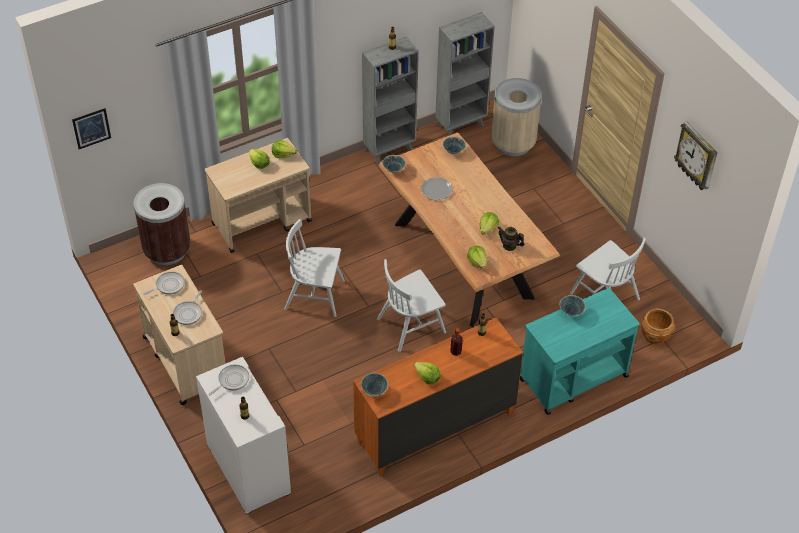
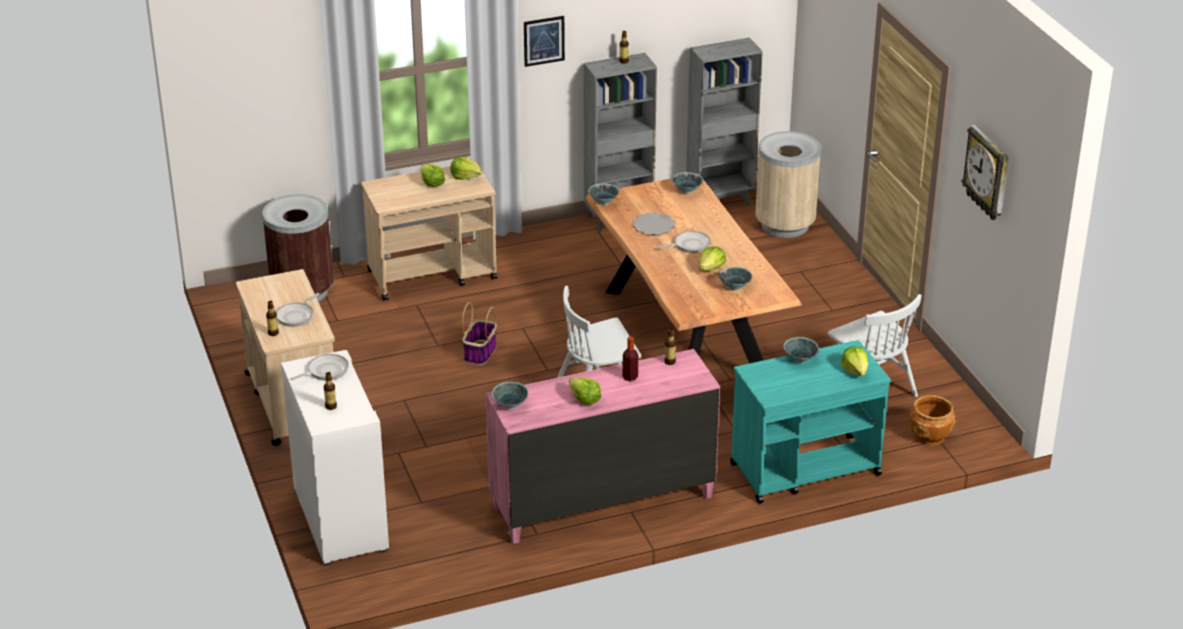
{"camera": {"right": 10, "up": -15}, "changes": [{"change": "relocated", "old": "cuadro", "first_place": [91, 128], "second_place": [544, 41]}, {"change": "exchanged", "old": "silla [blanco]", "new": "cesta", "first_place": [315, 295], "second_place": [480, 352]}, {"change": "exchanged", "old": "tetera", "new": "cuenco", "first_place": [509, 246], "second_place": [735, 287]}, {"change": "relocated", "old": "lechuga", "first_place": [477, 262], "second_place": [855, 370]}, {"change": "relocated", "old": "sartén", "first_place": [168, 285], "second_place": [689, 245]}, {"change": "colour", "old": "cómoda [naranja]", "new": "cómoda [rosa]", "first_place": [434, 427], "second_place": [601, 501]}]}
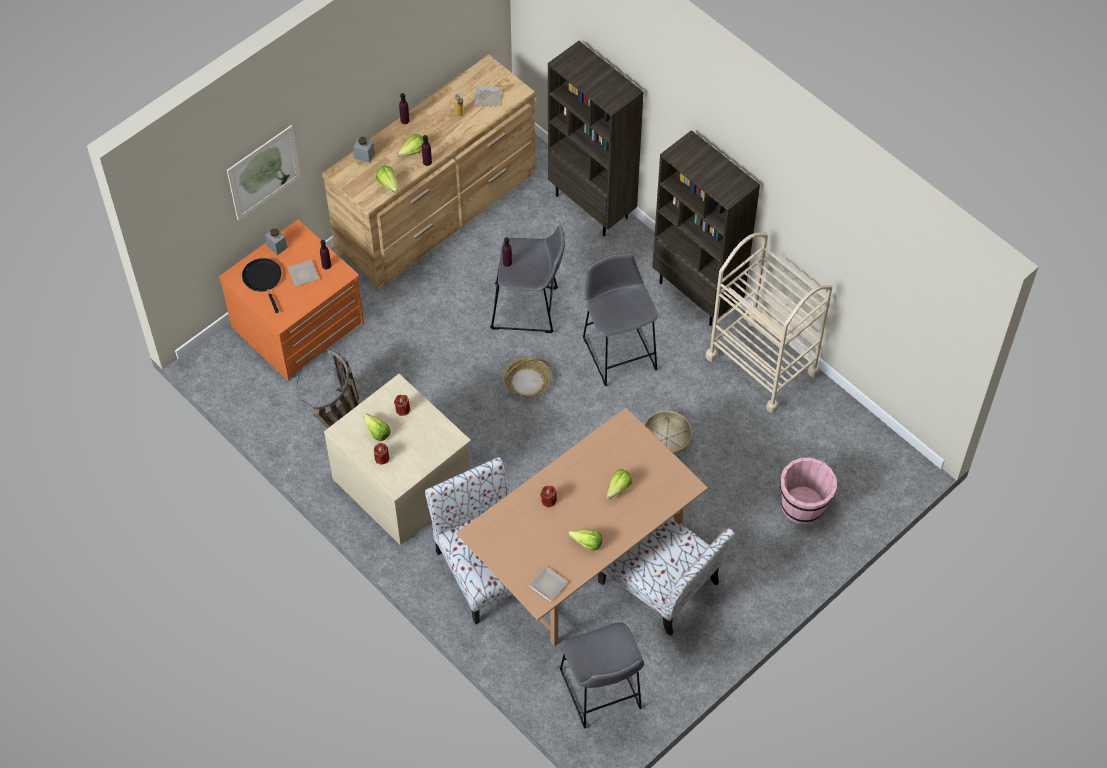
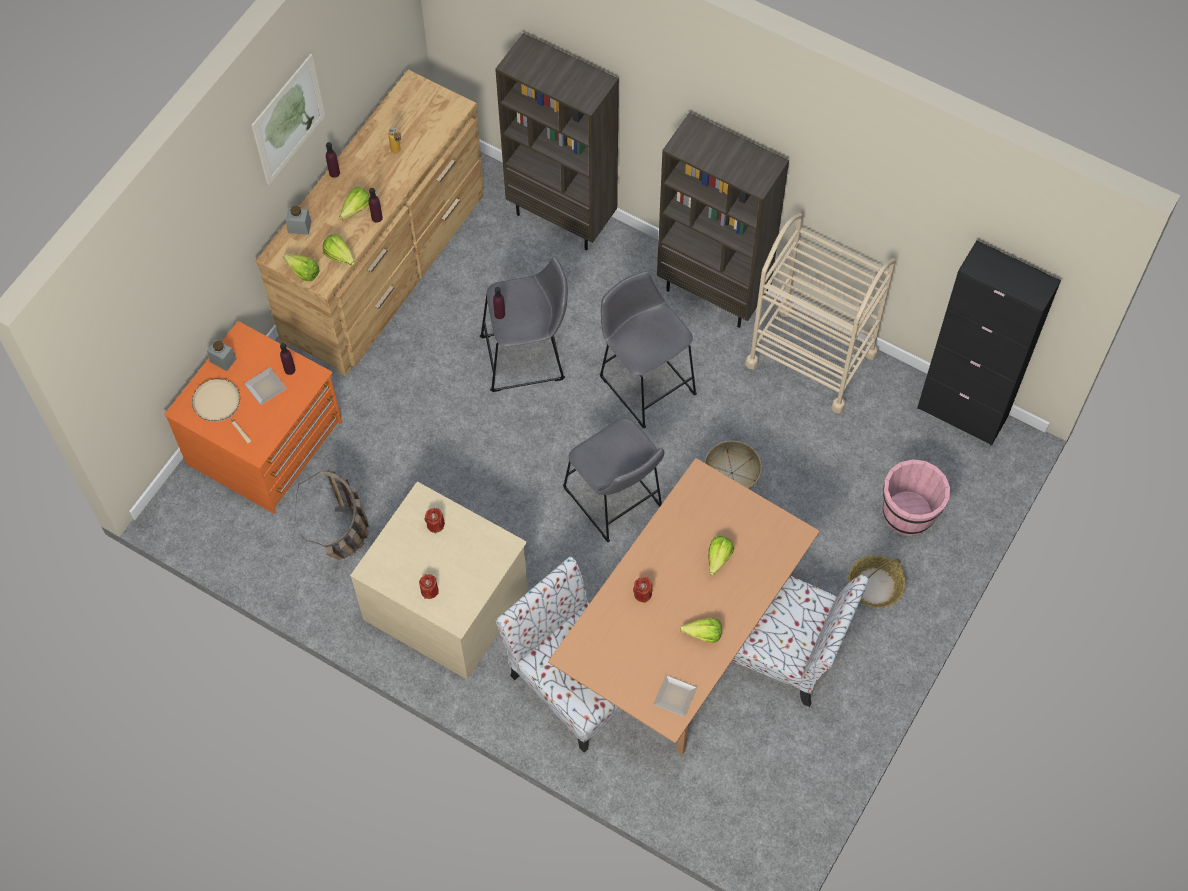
{"camera": {"right": -15, "up": 5}, "changes": [{"change": "missing", "old": "plato", "first_place": [487, 97]}, {"change": "relocated", "old": "cuadro", "first_place": [264, 172], "second_place": [288, 119]}, {"change": "colour", "old": "sartén [negro]", "new": "sartén [beis]", "first_place": [263, 279], "second_place": [219, 405]}, {"change": "relocated", "old": "cesta", "first_place": [527, 382], "second_place": [875, 586]}, {"change": "relocated", "old": "lechuga", "first_place": [376, 430], "second_place": [301, 270]}, {"change": "relocated", "old": "taburete [gris]", "first_place": [601, 693], "second_place": [615, 501]}, {"change": "appeared", "new": "armario [negro]", "second_place": [962, 413]}]}
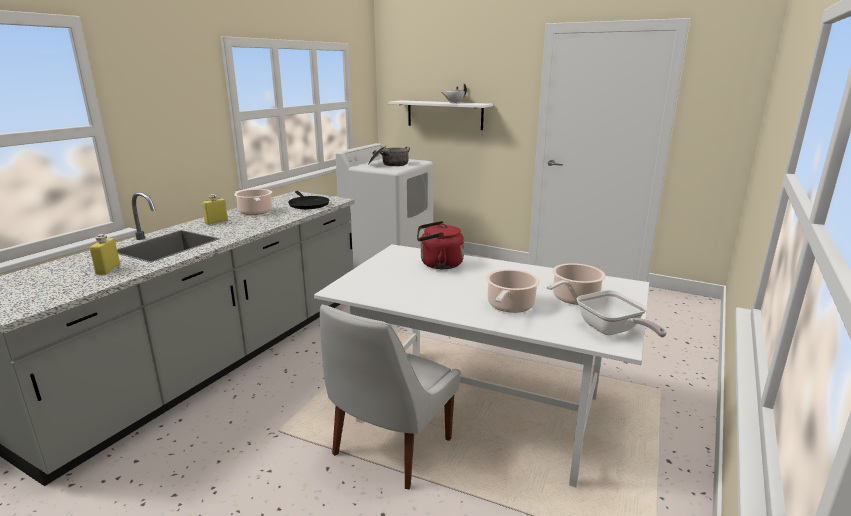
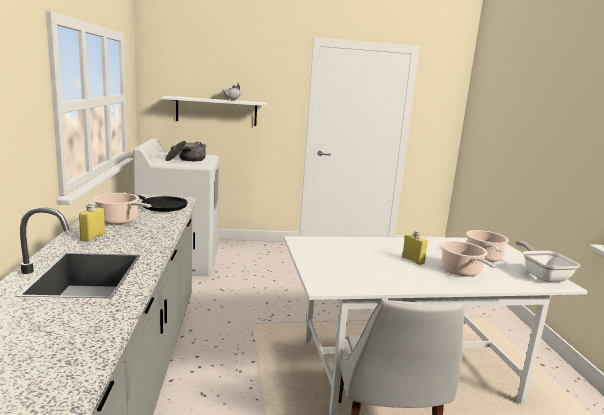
{"camera": {"right": -35, "up": -5}, "changes": [{"change": "missing", "old": "hervidor [rojo]", "first_place": [438, 264]}, {"change": "relocated", "old": "botella [amarillo]", "first_place": [108, 269], "second_place": [413, 260]}, {"change": "spun", "old": "sartén", "first_place": [612, 331], "second_place": [542, 275], "degrees": -135}]}
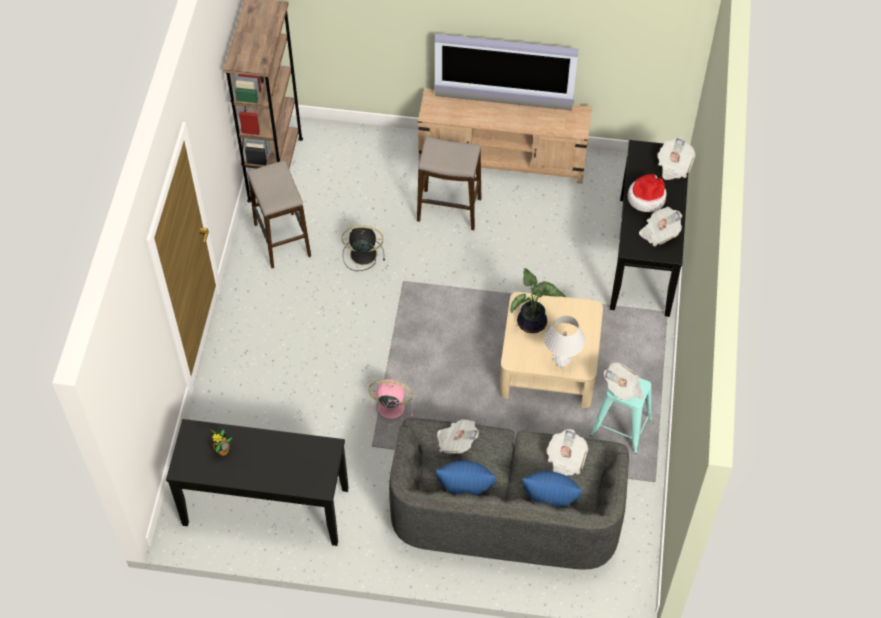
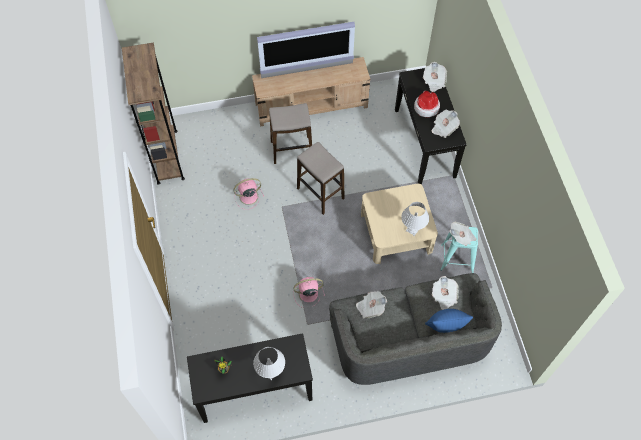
{"camera": {"right": -20, "up": 5}, "changes": [{"change": "relocated", "old": "taburete", "first_place": [282, 240], "second_place": [320, 193]}, {"change": "colour", "old": "ventilador [negro]", "new": "ventilador [rosa]", "first_place": [362, 254], "second_place": [248, 197]}, {"change": "missing", "old": "planta en maceta", "first_place": [532, 324]}, {"change": "missing", "old": "cojín [azul]", "first_place": [465, 489]}, {"change": "appeared", "new": "lámpara de mesa [blanco]", "second_place": [270, 372]}]}
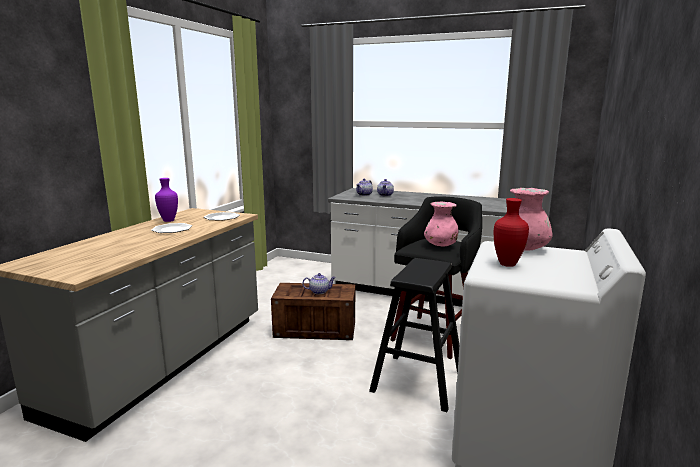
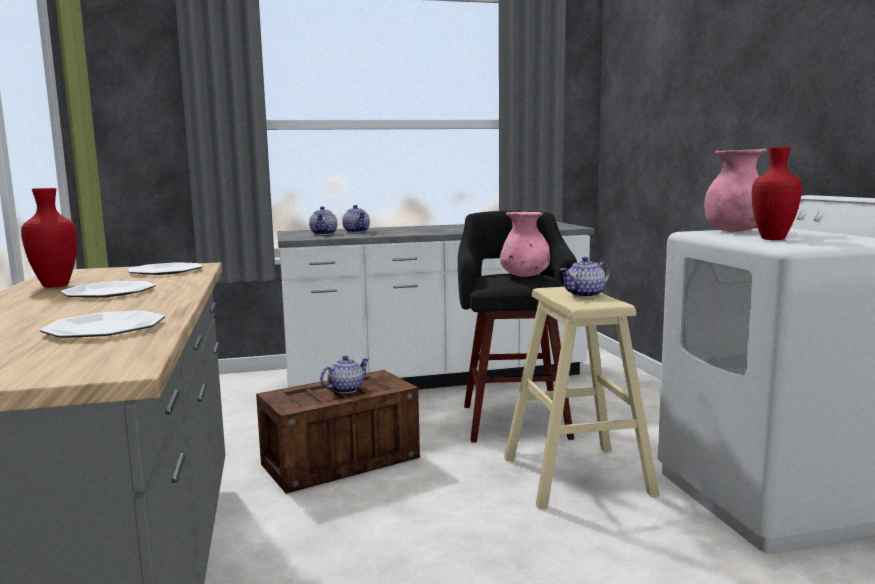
{"camera": {"right": -35, "up": -5}, "changes": [{"change": "colour", "old": "florero [morado]", "new": "florero [rojo]", "first_place": [168, 220], "second_place": [55, 286]}, {"change": "colour", "old": "taburete [negro]", "new": "taburete [beis]", "first_place": [418, 381], "second_place": [576, 476]}, {"change": "appeared", "new": "tetera", "second_place": [585, 295]}, {"change": "appeared", "new": "plato", "second_place": [105, 328]}]}
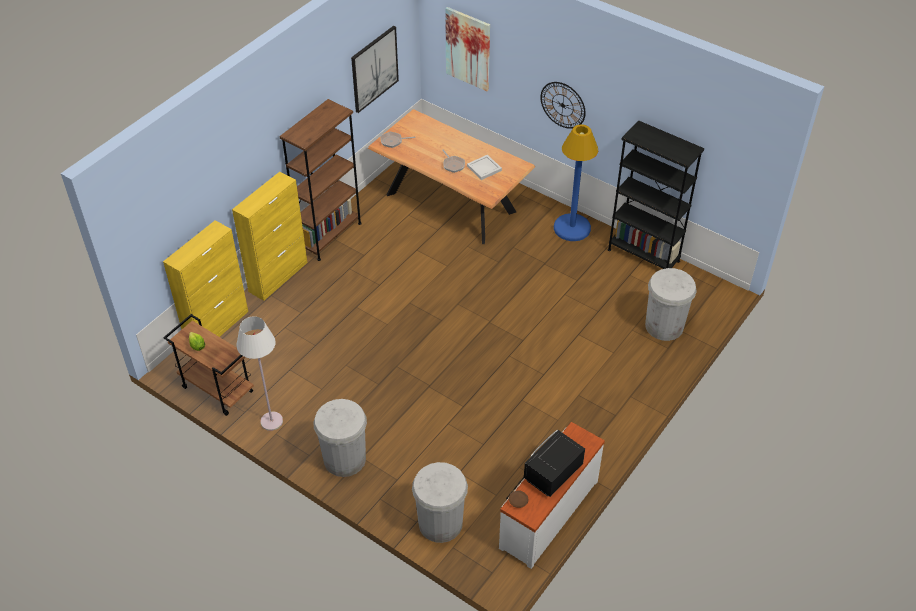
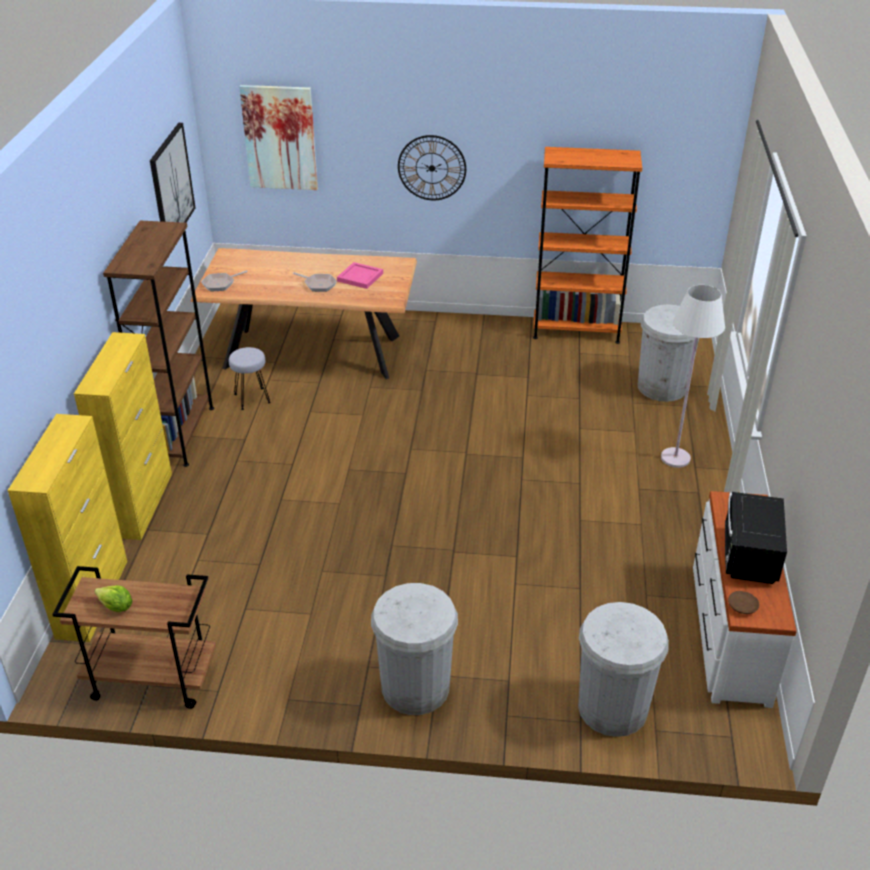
{"camera": {"right": -30, "up": -10}, "changes": [{"change": "colour", "old": "estantería [negro]", "new": "estantería [naranja]", "first_place": [643, 255], "second_place": [576, 331]}, {"change": "missing", "old": "lámpara de pie [azul]", "first_place": [572, 228]}, {"change": "colour", "old": "bandeja [blanco]", "new": "bandeja [rosa]", "first_place": [483, 168], "second_place": [359, 277]}, {"change": "relocated", "old": "lámpara de pie [blanco]", "first_place": [272, 421], "second_place": [675, 458]}, {"change": "appeared", "new": "taburete [gris]", "second_place": [251, 399]}]}
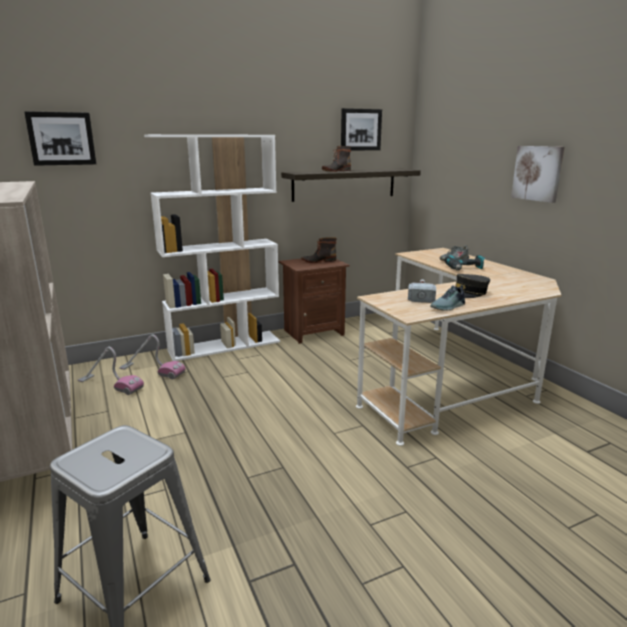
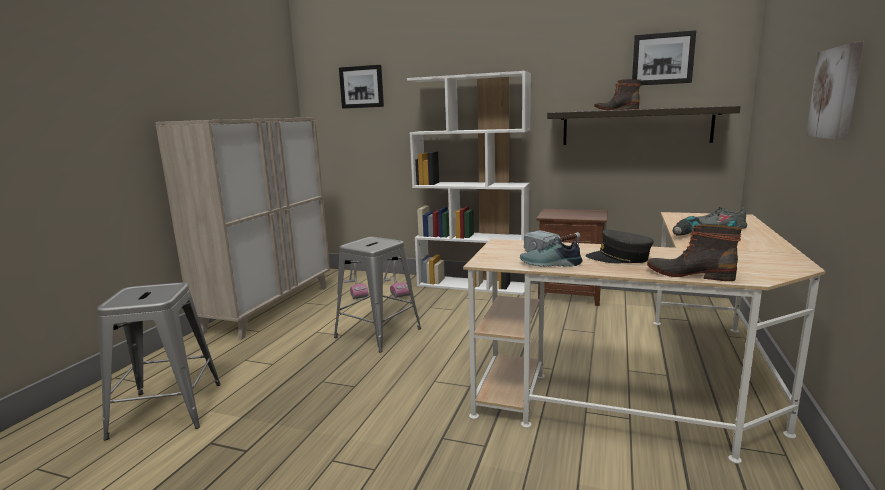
{"camera": {"right": 45, "up": -5}, "changes": [{"change": "relocated", "old": "bota", "first_place": [318, 261], "second_place": [689, 274]}, {"change": "appeared", "new": "taburete [gris]", "second_place": [378, 333]}]}
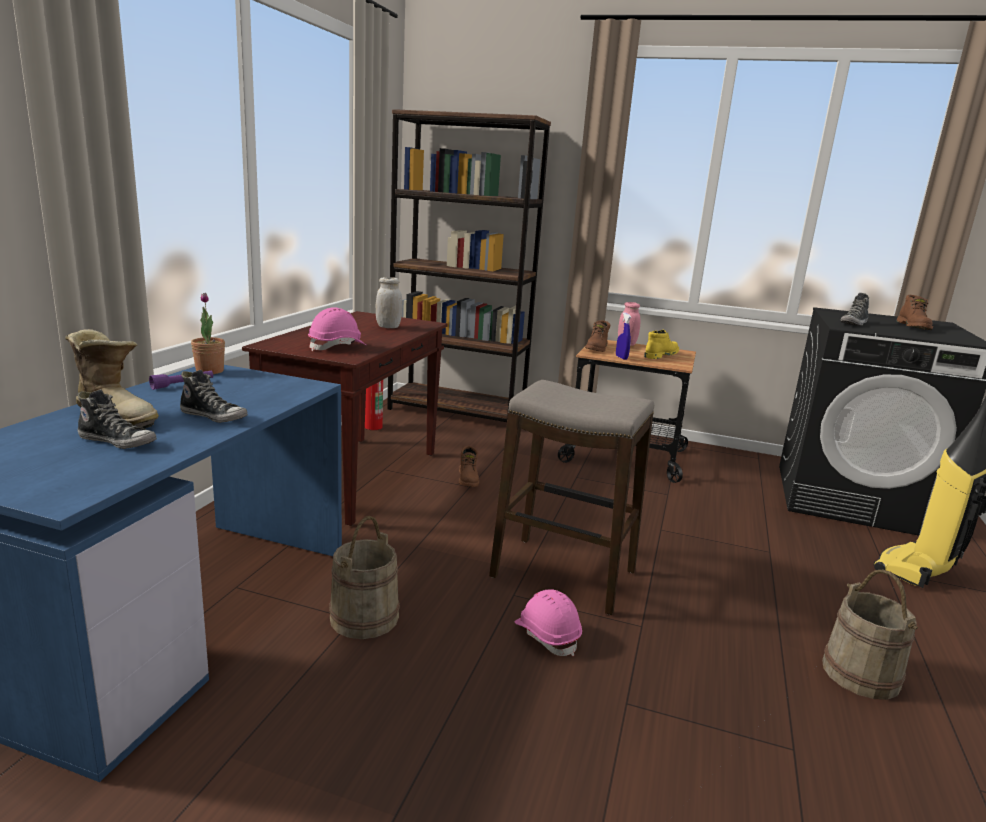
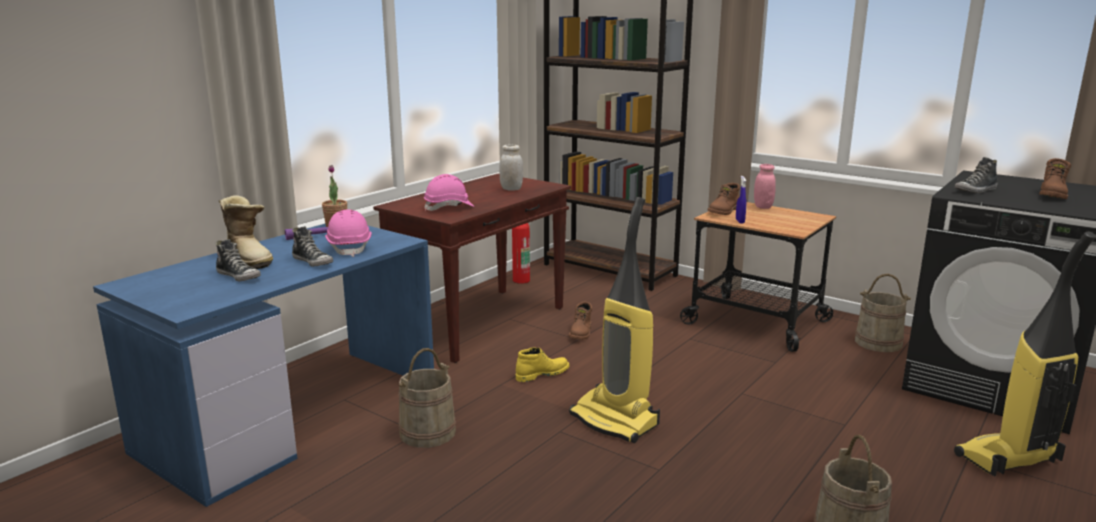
{"camera": {"right": 20, "up": 0}, "changes": [{"change": "relocated", "old": "bota [amarillo]", "first_place": [660, 355], "second_place": [542, 374]}, {"change": "exchanged", "old": "taburete", "new": "aspiradora", "first_place": [563, 574], "second_place": [616, 420]}, {"change": "relocated", "old": "casco [rosa]", "first_place": [547, 635], "second_place": [350, 247]}, {"change": "appeared", "new": "cubo [beis]", "second_place": [878, 342]}]}
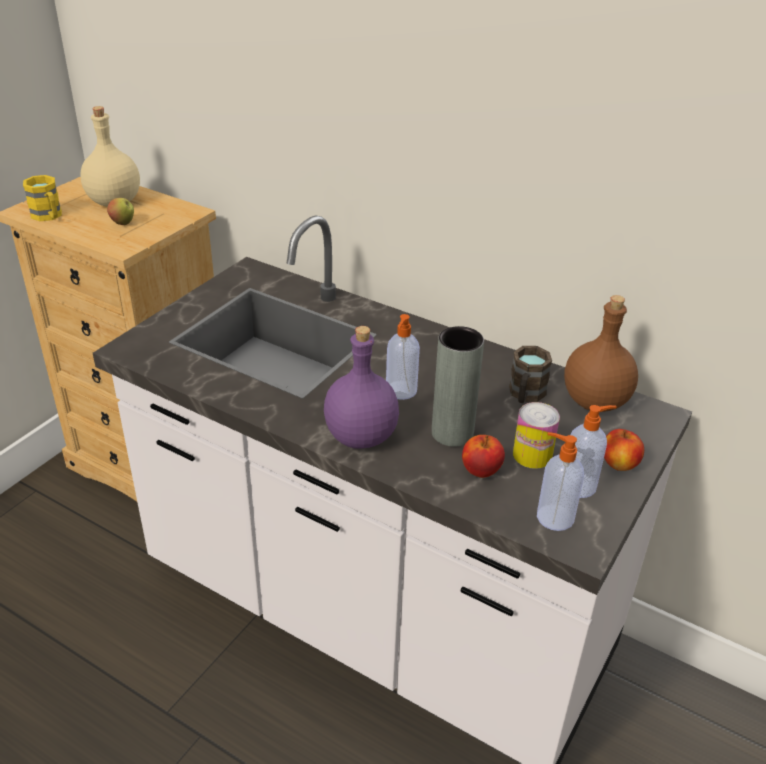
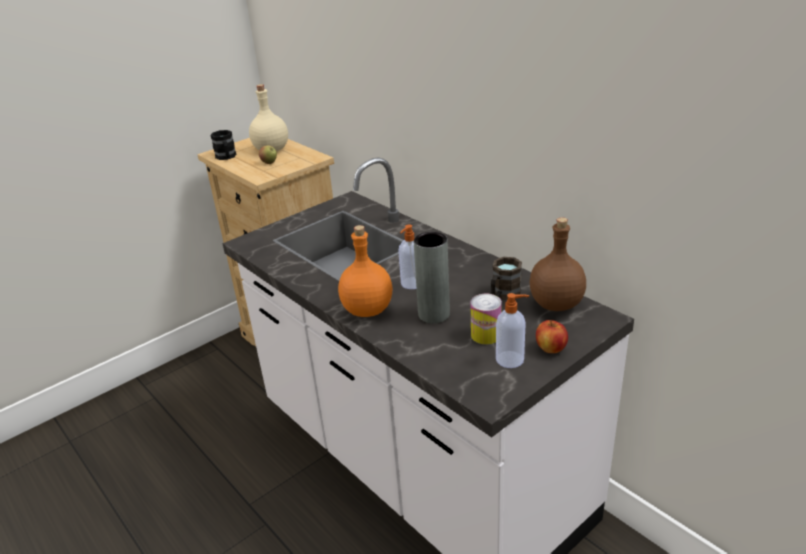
{"camera": {"right": 20, "up": -5}, "changes": [{"change": "colour", "old": "taza grande [amarillo]", "new": "taza grande [negro]", "first_place": [49, 217], "second_place": [226, 157]}, {"change": "colour", "old": "botella [morado]", "new": "botella [naranja]", "first_place": [362, 437], "second_place": [368, 310]}, {"change": "missing", "old": "dispensador de jabón", "first_place": [553, 517]}, {"change": "missing", "old": "manzana", "first_place": [481, 470]}]}
